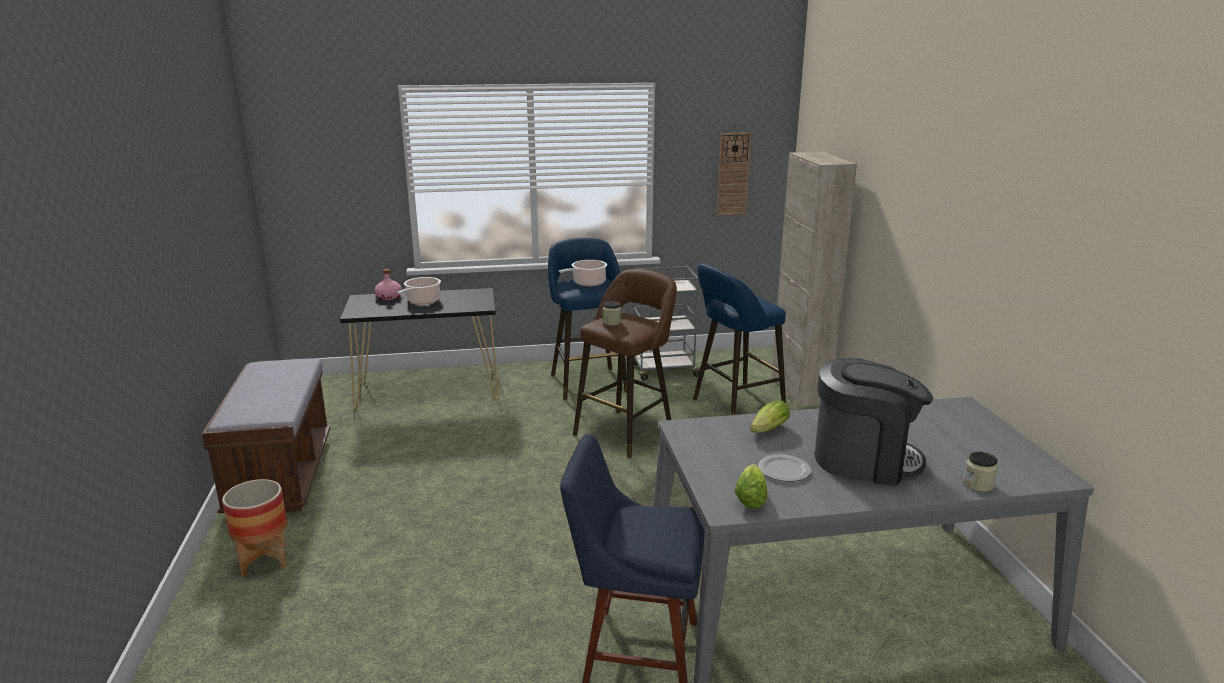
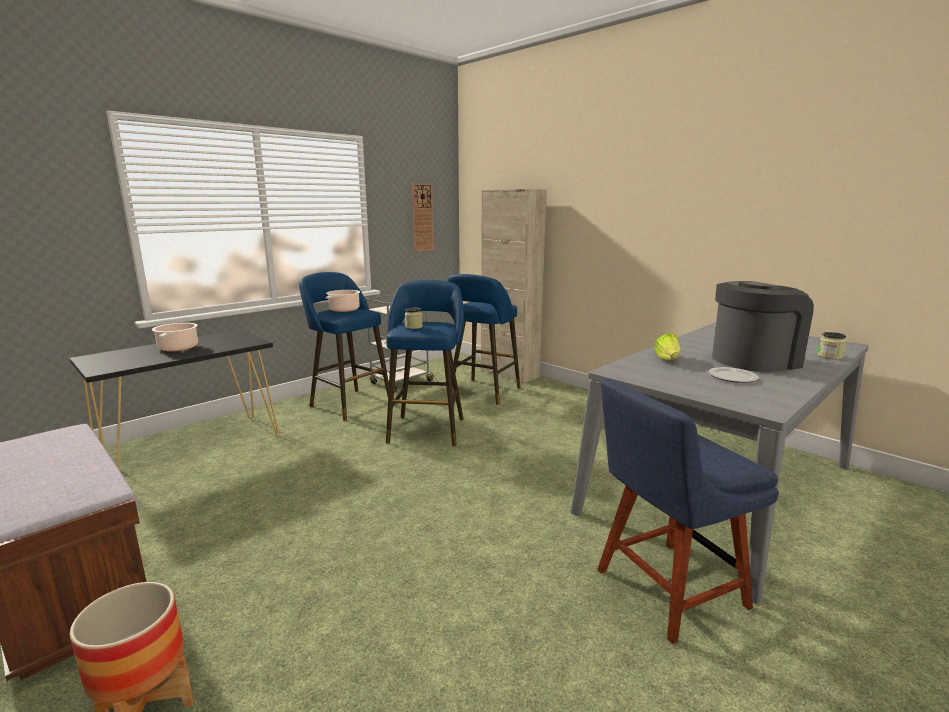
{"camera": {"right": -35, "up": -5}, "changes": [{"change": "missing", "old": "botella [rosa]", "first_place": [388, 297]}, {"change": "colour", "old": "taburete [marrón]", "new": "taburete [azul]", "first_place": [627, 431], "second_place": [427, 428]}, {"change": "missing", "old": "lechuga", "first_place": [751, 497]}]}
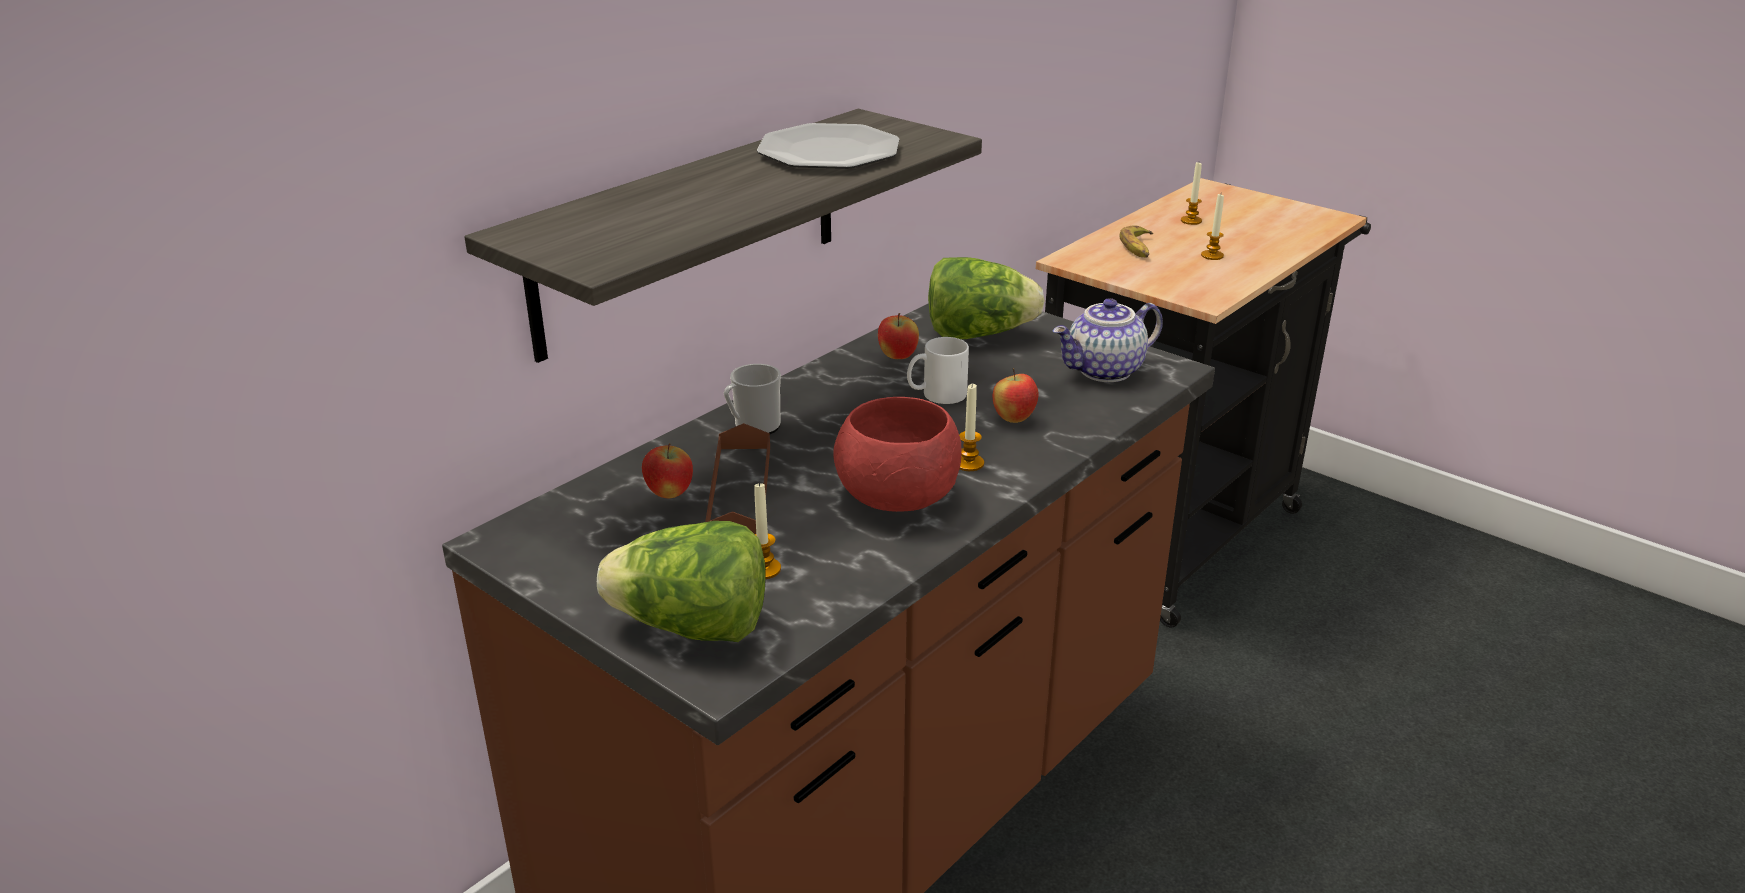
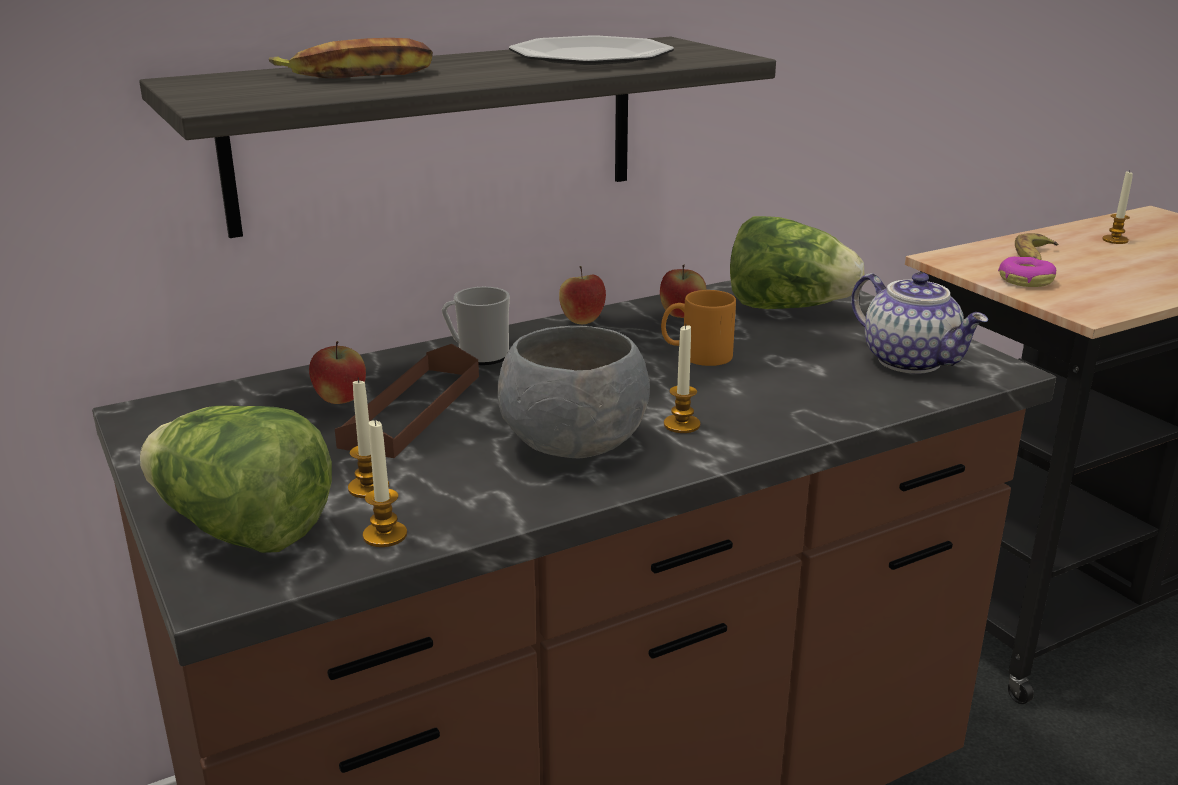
{"camera": {"right": 20, "up": -5}, "changes": [{"change": "relocated", "old": "vela", "first_place": [1212, 255], "second_place": [385, 535]}, {"change": "spun", "old": "tetera", "first_place": [1105, 371], "second_place": [911, 361], "degrees": -120}, {"change": "colour", "old": "taza grande [blanco]", "new": "taza grande [naranja]", "first_place": [936, 395], "second_place": [696, 356]}, {"change": "relocated", "old": "manzana", "first_place": [1014, 419], "second_place": [582, 321]}, {"change": "colour", "old": "cuenco [rojo]", "new": "cuenco [gris]", "first_place": [897, 496], "second_place": [575, 443]}, {"change": "appeared", "new": "plátano", "second_place": [356, 74]}, {"change": "appeared", "new": "rosquilla", "second_place": [1025, 280]}]}
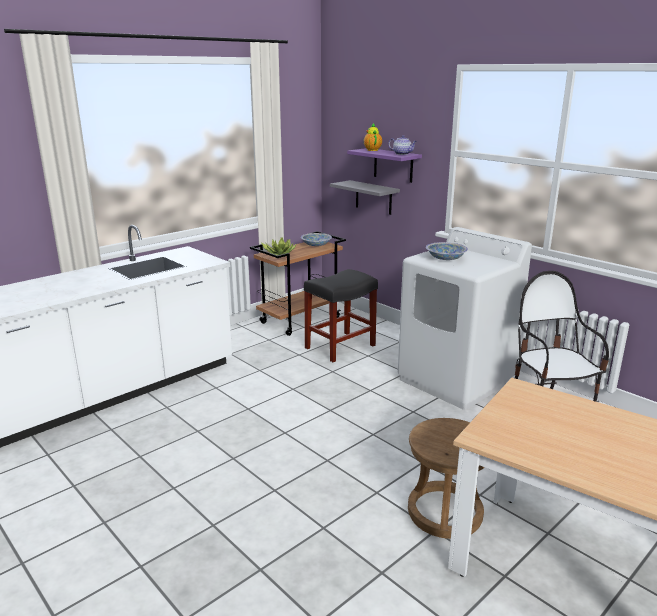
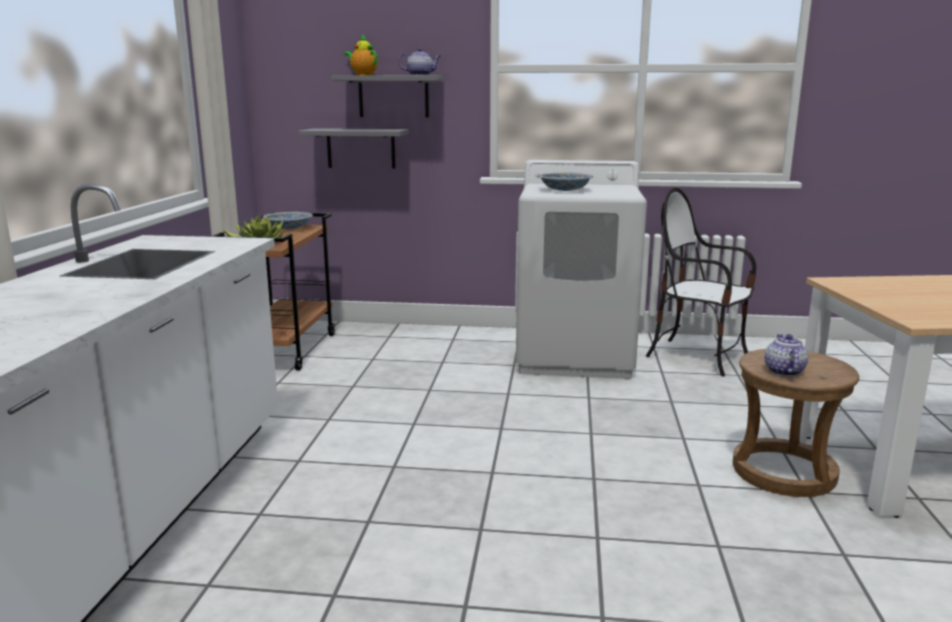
{"camera": {"right": -40, "up": -5}, "changes": [{"change": "colour", "old": "estante [morado]", "new": "estante [gris]", "first_place": [393, 165], "second_place": [393, 96]}, {"change": "missing", "old": "taburete [negro]", "first_place": [340, 346]}, {"change": "appeared", "new": "tetera", "second_place": [783, 371]}]}
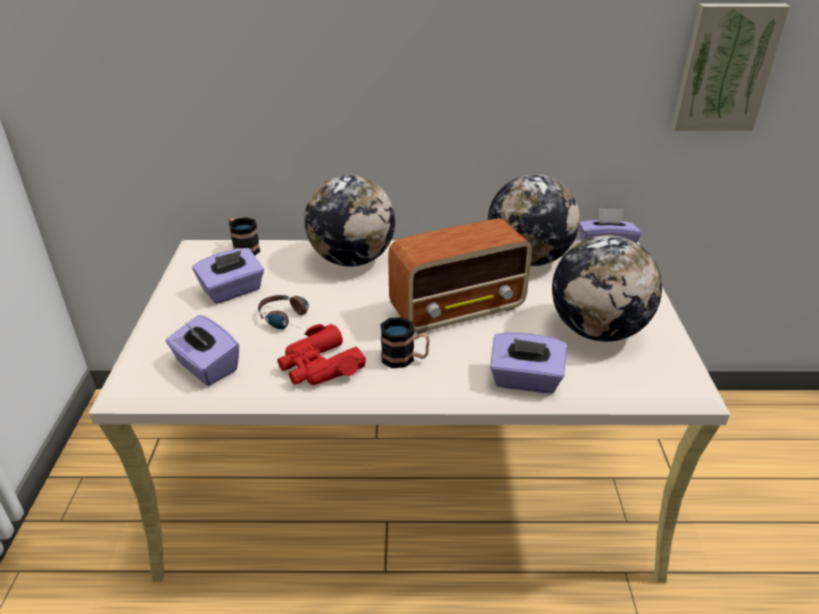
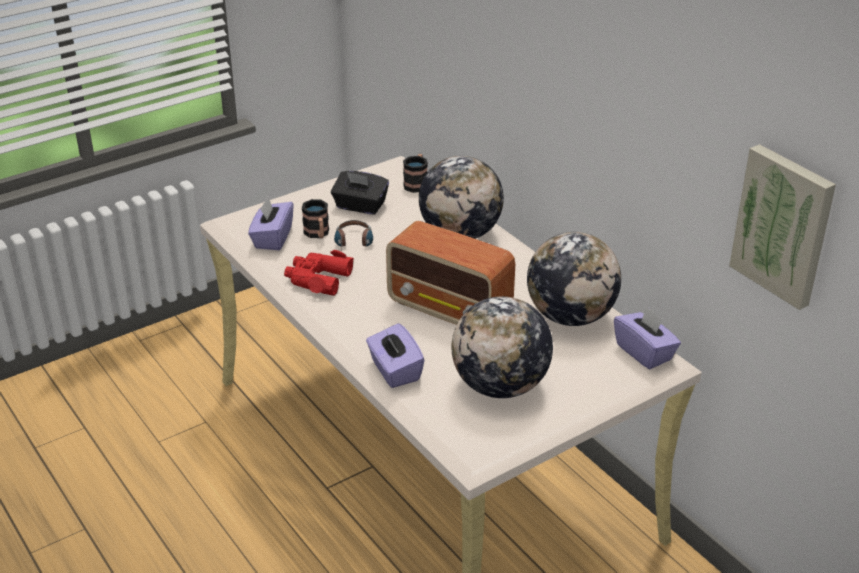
{"camera": {"right": 55, "up": 0}, "changes": [{"change": "colour", "old": "caja de pañuelos [morado]", "new": "caja de pañuelos [negro]", "first_place": [232, 291], "second_place": [360, 206]}, {"change": "relocated", "old": "taza grande", "first_place": [404, 359], "second_place": [317, 234]}]}
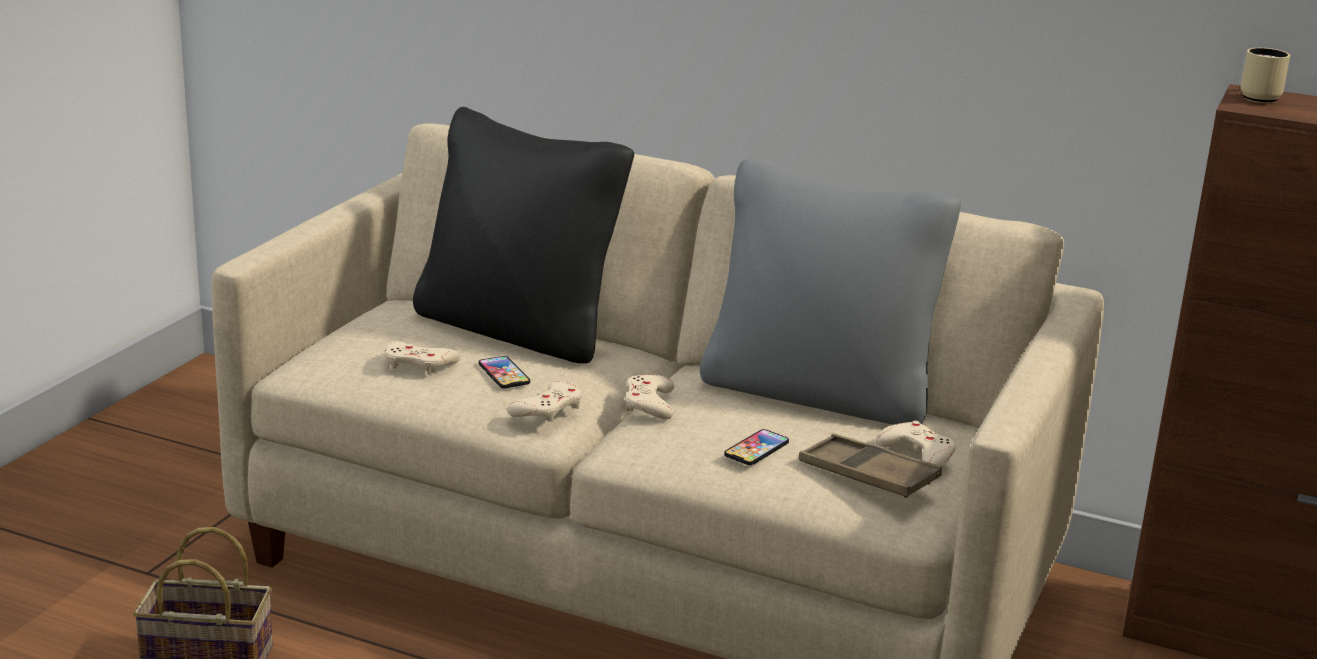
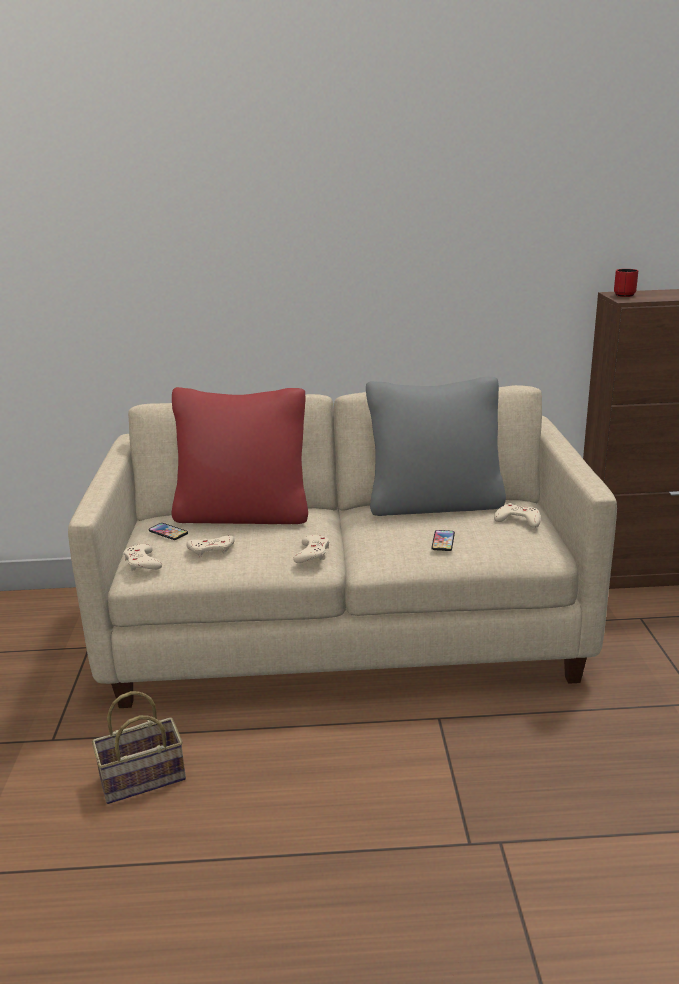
{"camera": {"right": -25, "up": 0}, "changes": [{"change": "colour", "old": "taza grande [beis]", "new": "taza grande [rojo]", "first_place": [1260, 97], "second_place": [623, 294]}, {"change": "colour", "old": "cojín [negro]", "new": "cojín [rojo]", "first_place": [518, 329], "second_place": [243, 515]}, {"change": "relocated", "old": "móvil", "first_place": [504, 374], "second_place": [168, 532]}, {"change": "relocated", "old": "mando de consola [beis]", "first_place": [649, 404], "second_place": [142, 562]}, {"change": "missing", "old": "bandeja [marrón]", "first_place": [868, 475]}]}
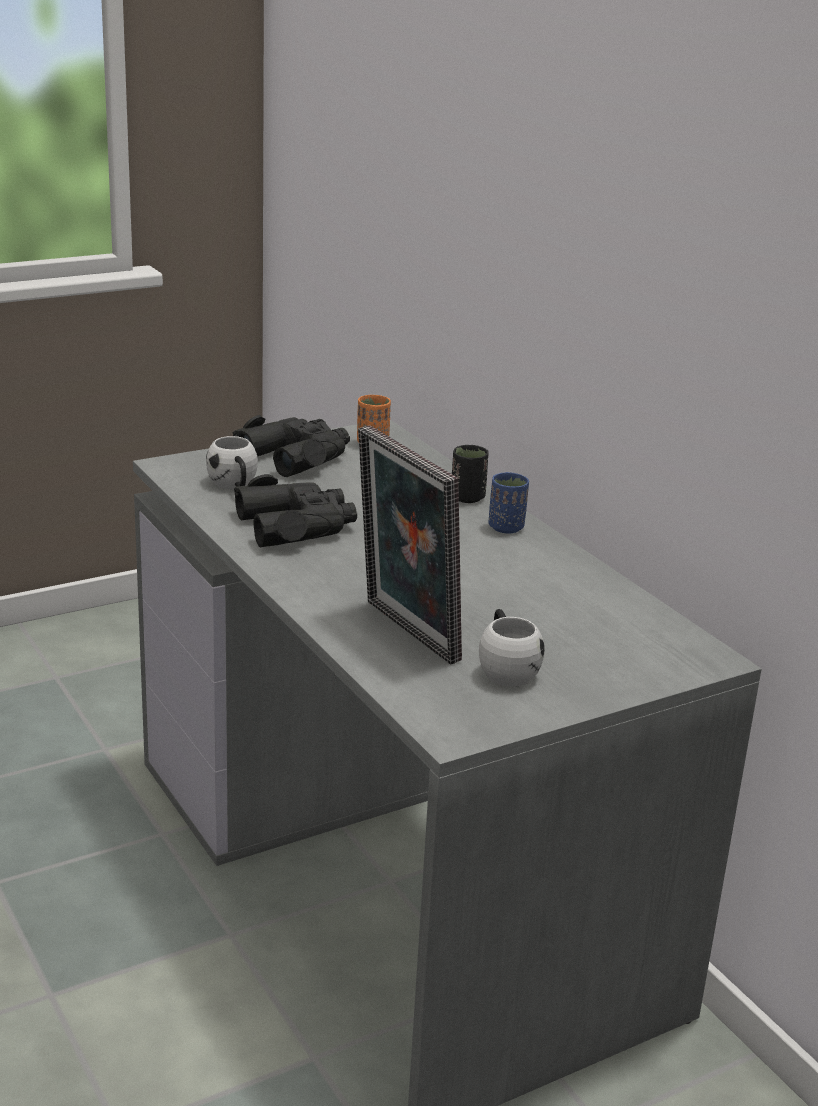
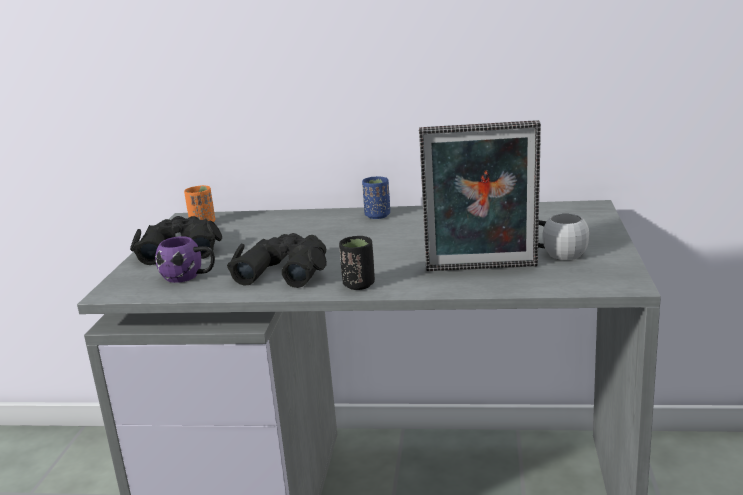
{"camera": {"right": -50, "up": -5}, "changes": [{"change": "colour", "old": "taza grande [blanco]", "new": "taza grande [morado]", "first_place": [234, 486], "second_place": [189, 276]}, {"change": "relocated", "old": "taza [negro]", "first_place": [467, 498], "second_place": [359, 285]}]}
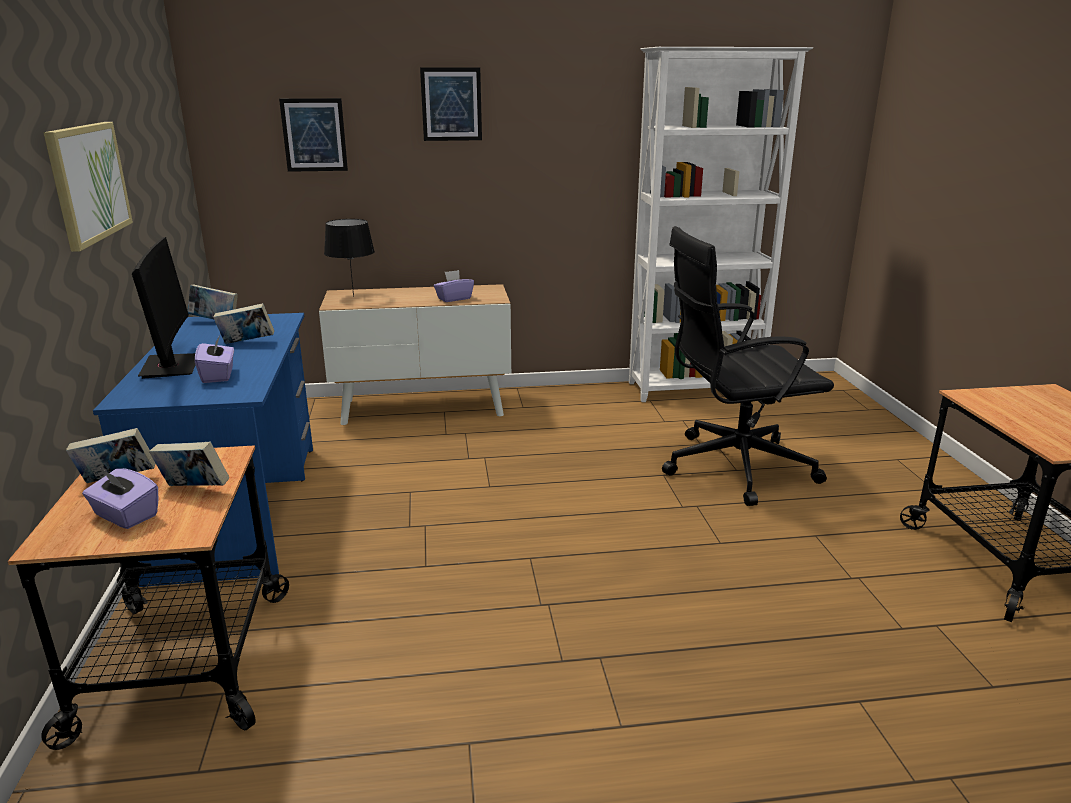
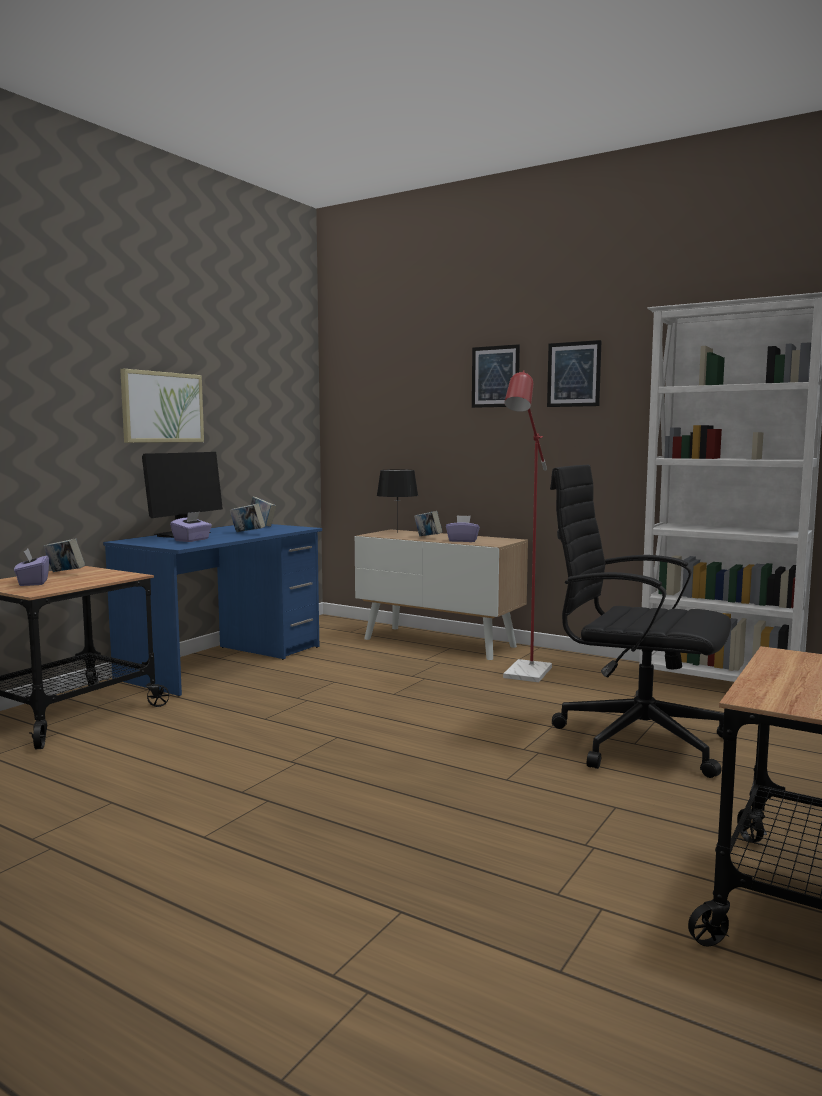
{"camera": {"right": 40, "up": -15}, "changes": [{"change": "relocated", "old": "cuadro", "first_place": [314, 135], "second_place": [573, 374]}, {"change": "relocated", "old": "libro", "first_place": [194, 489], "second_place": [428, 537]}, {"change": "appeared", "new": "lámpara de pie [rojo]", "second_place": [525, 675]}]}
